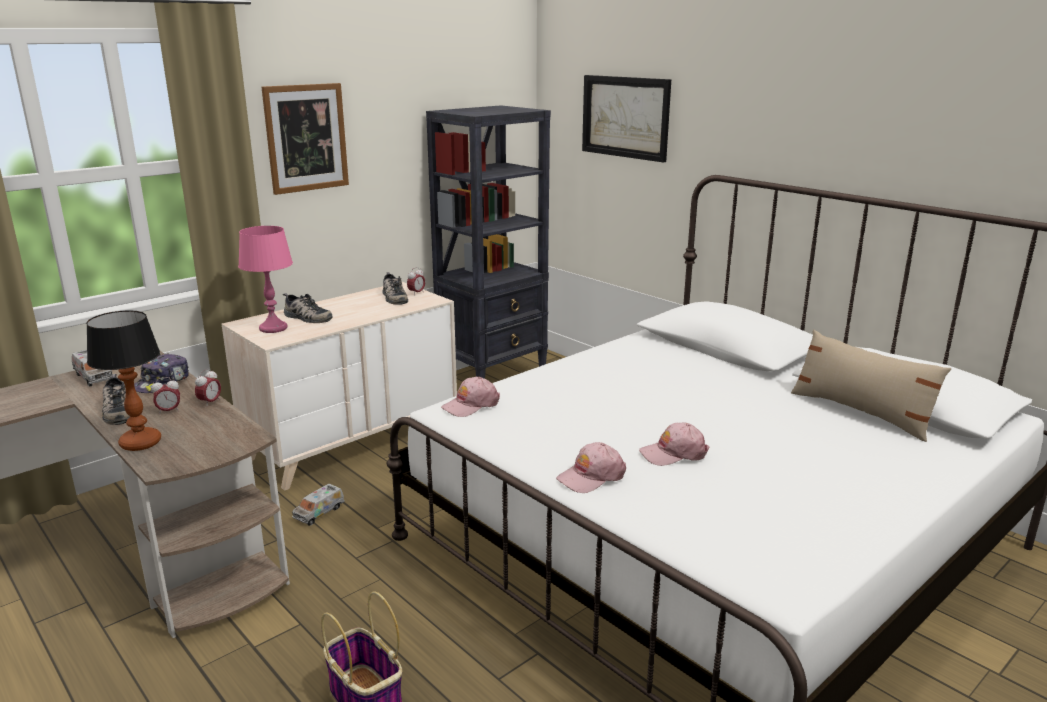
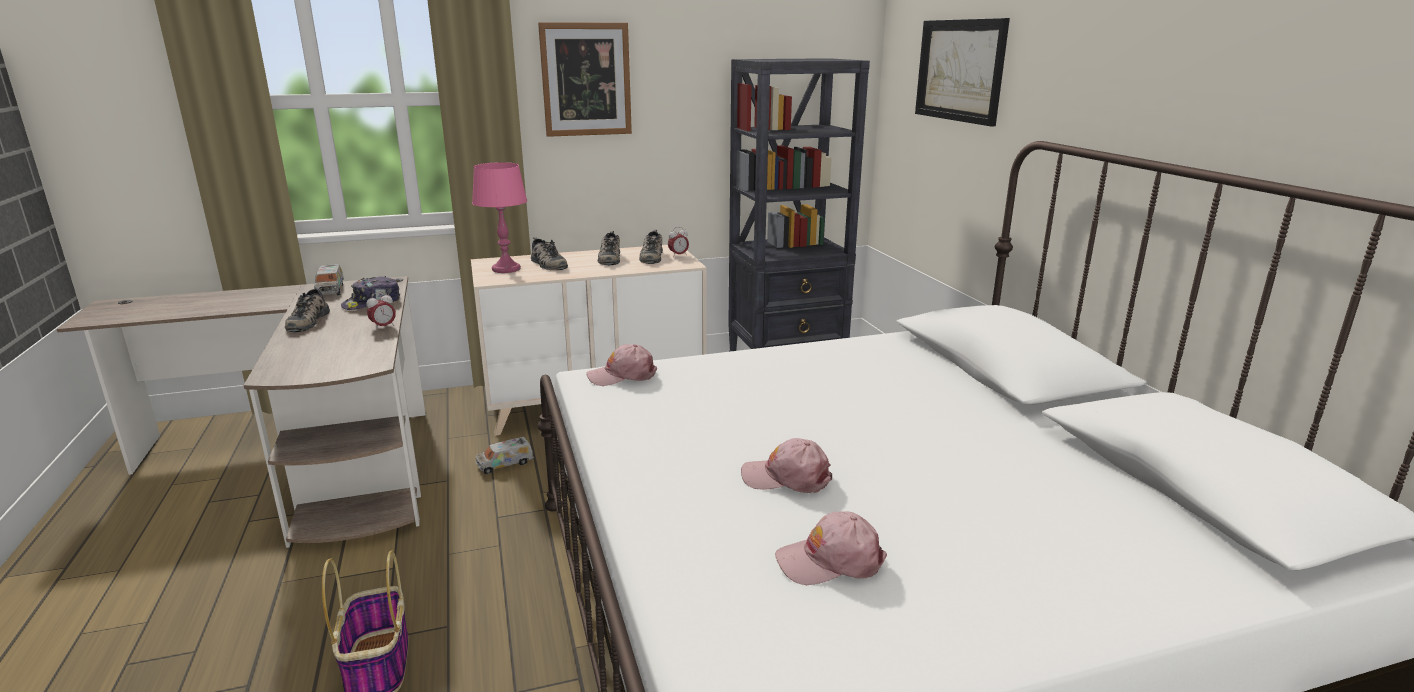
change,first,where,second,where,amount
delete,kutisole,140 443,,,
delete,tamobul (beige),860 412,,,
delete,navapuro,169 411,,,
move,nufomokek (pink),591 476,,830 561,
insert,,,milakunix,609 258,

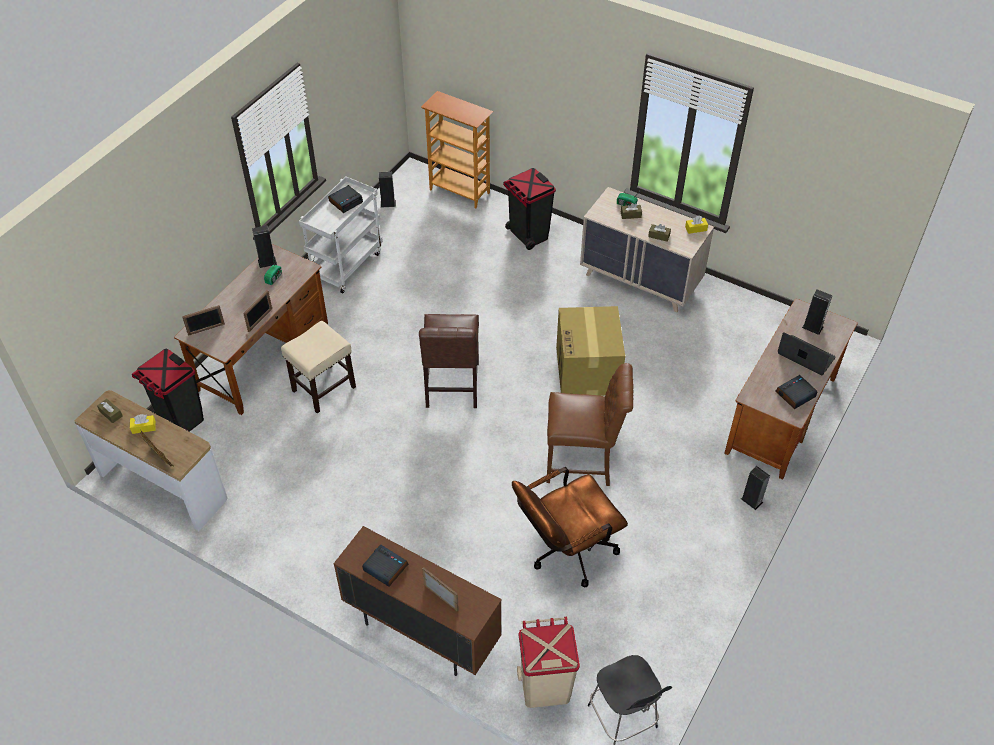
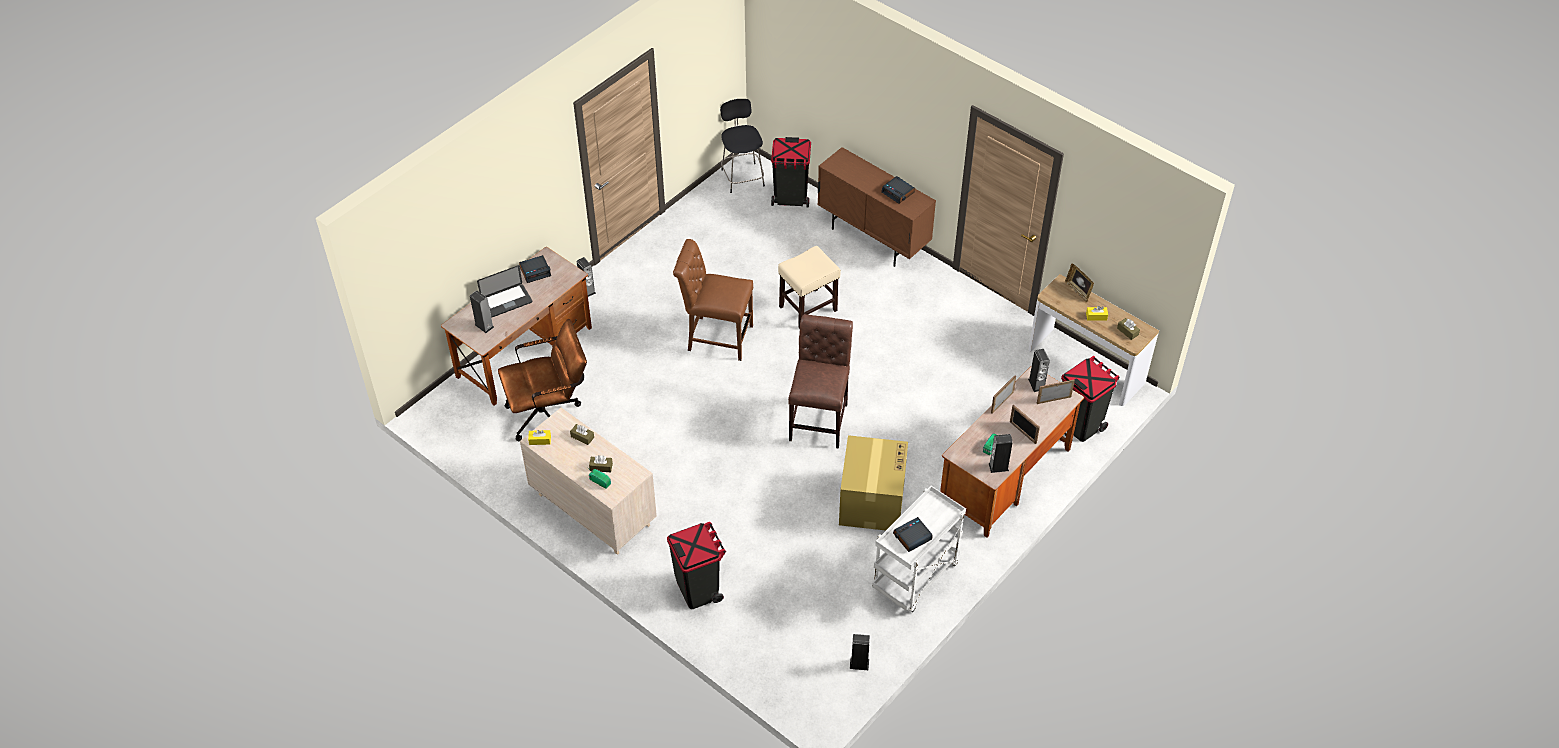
change,first,where,second,where,amount
delete,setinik,460 191,,,
move,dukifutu,588 371,,871 500,
move,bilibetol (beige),323 389,,808 308,
rotate,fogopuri,805 356,,506 301,75 degrees counterclockwise
move,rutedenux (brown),565 552,,550 414,
move,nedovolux,441 597,,1022 432,
recolor,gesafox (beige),545 687,gesafox (black),791 198,
insert,,,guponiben,1036 384,

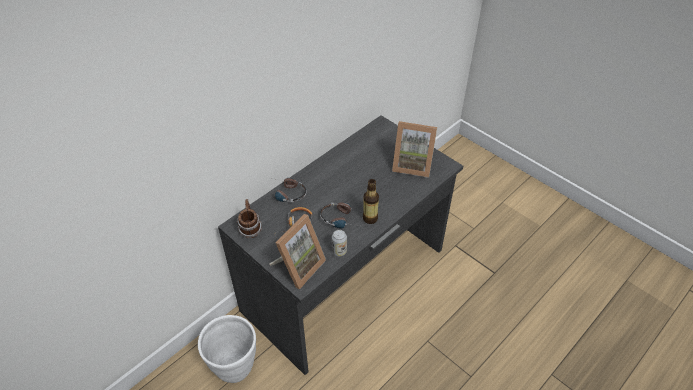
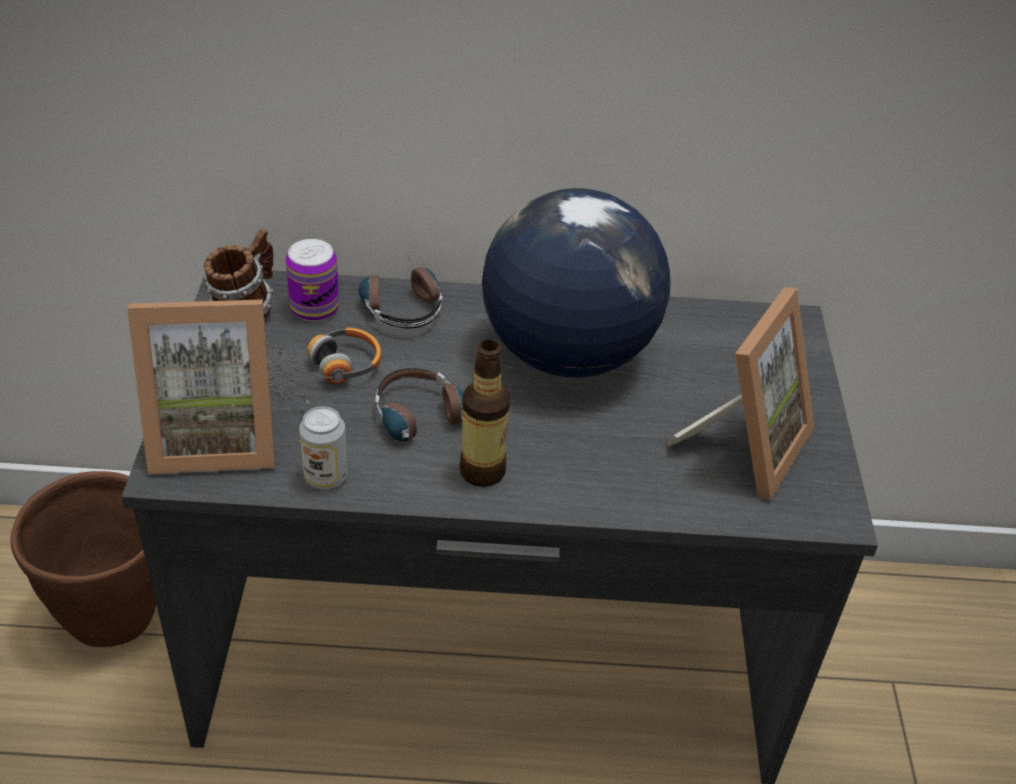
change,first,where,second,where,amount
rotate,nedovolux,412 164,,745 446,120 degrees counterclockwise
recolor,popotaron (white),235 367,popotaron (brown),115 617,
insert,,,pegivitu,566 354,
insert,,,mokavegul,314 308,

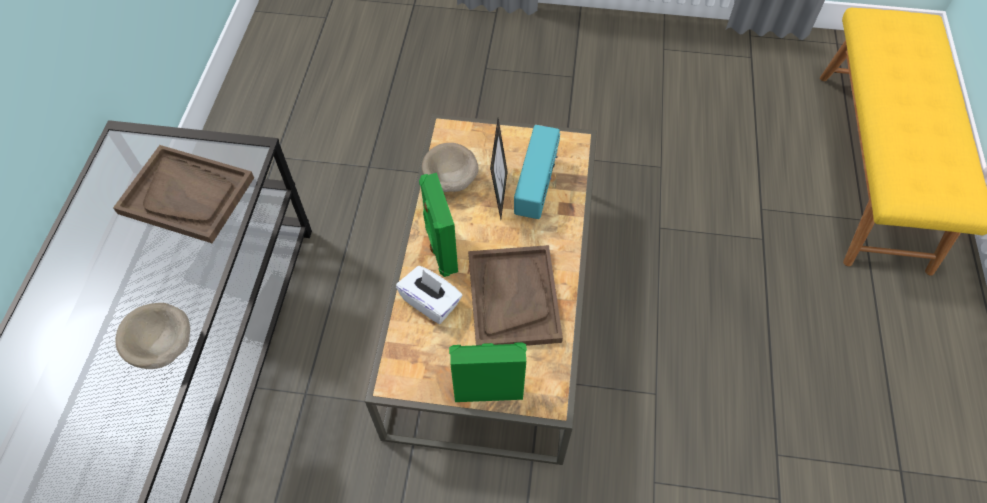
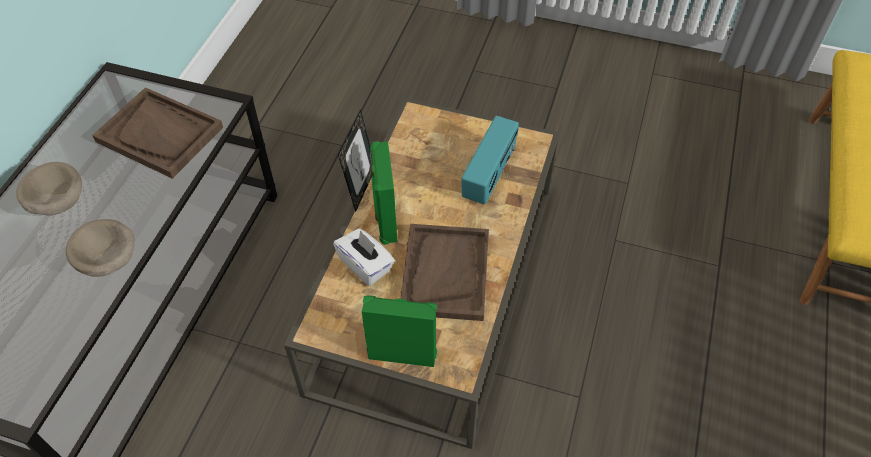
change,first,where,second,where,amount
move,nedovolux,499 195,,361 188,
move,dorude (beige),450 180,,57 203,

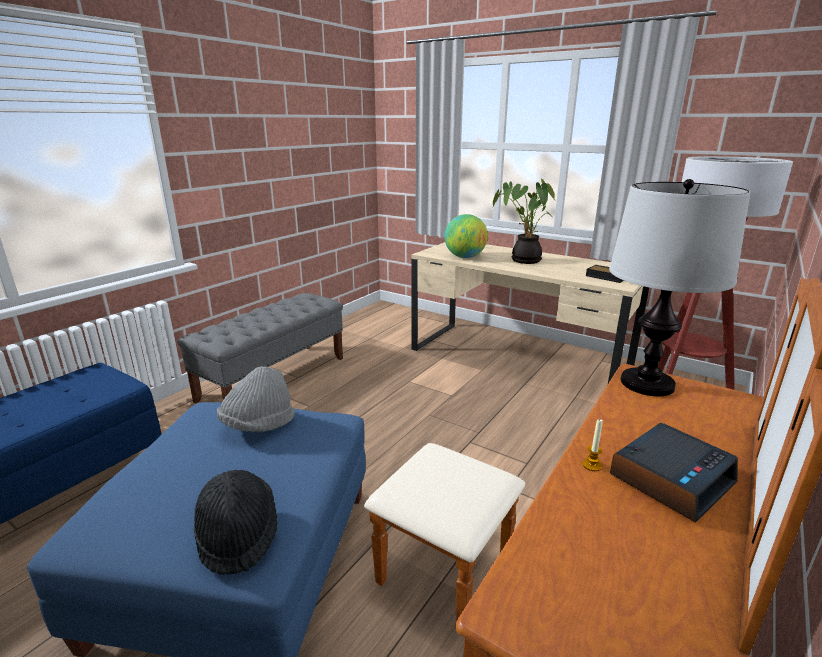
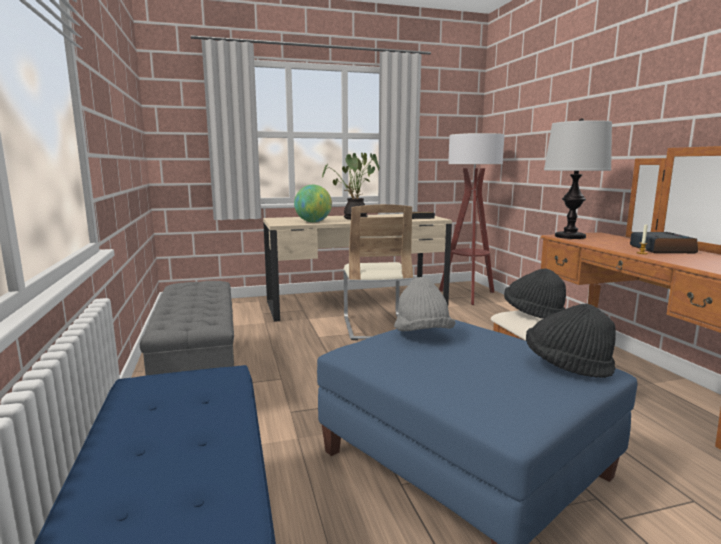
change,first,where,second,where,amount
insert,,,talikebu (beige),376 327,
insert,,,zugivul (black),533 313,

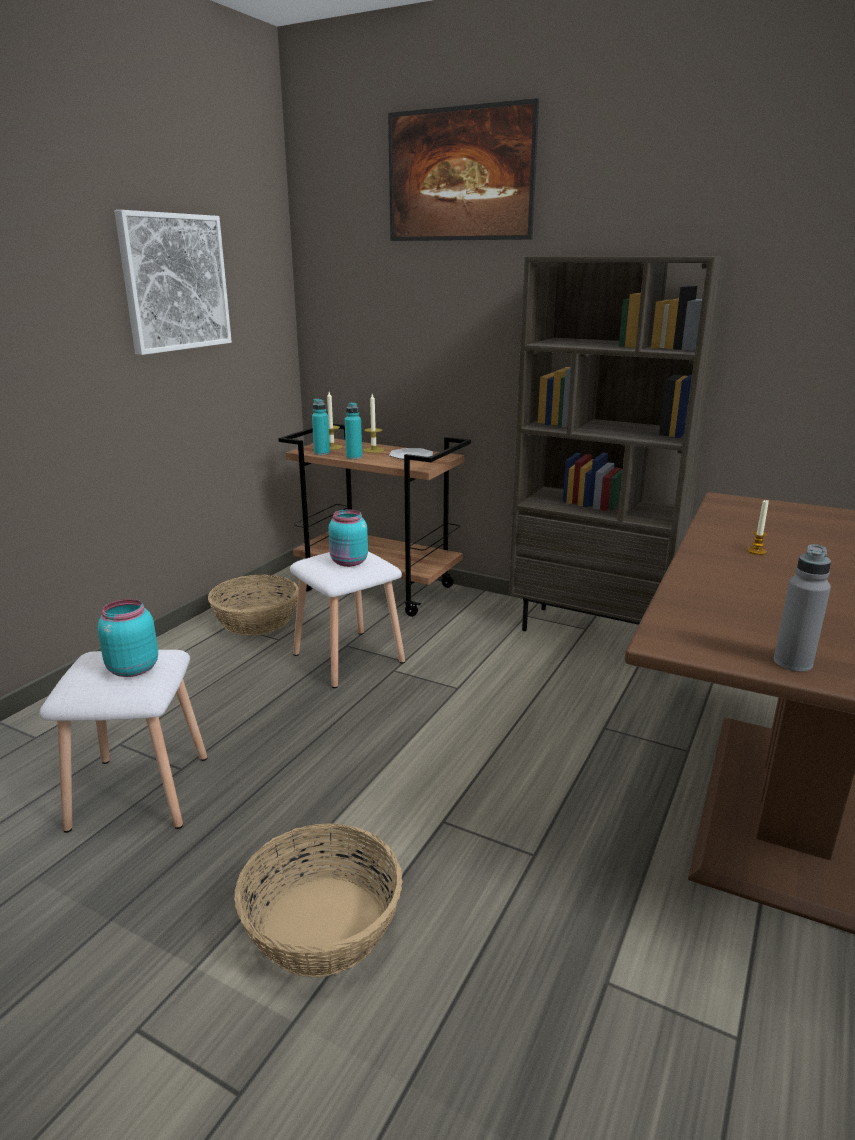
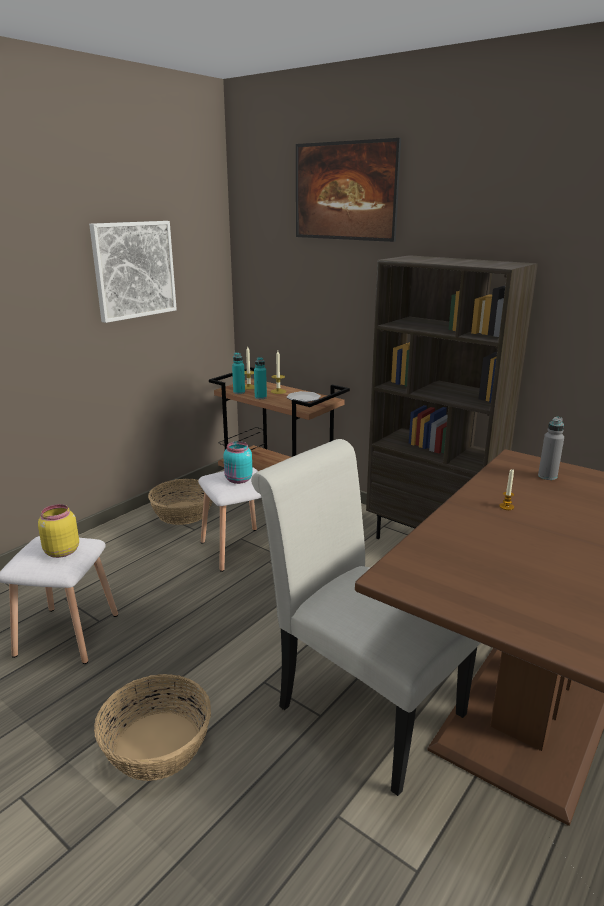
change,first,where,second,where,amount
move,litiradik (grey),792 662,,547 476,
recolor,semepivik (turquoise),131 669,semepivik (yellow),61 551,
insert,,,talikebu (white),360 706,

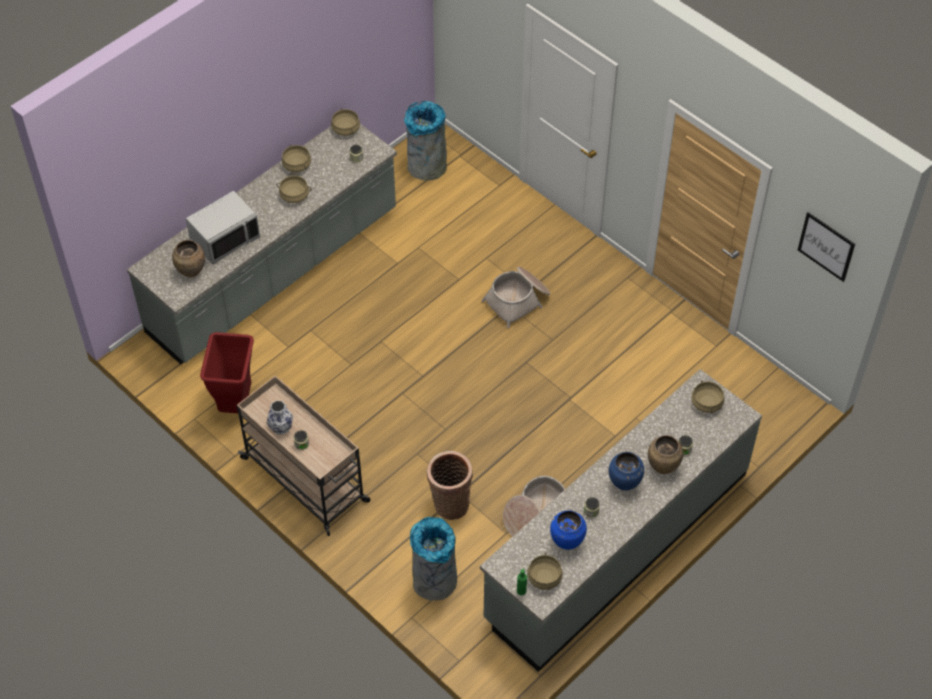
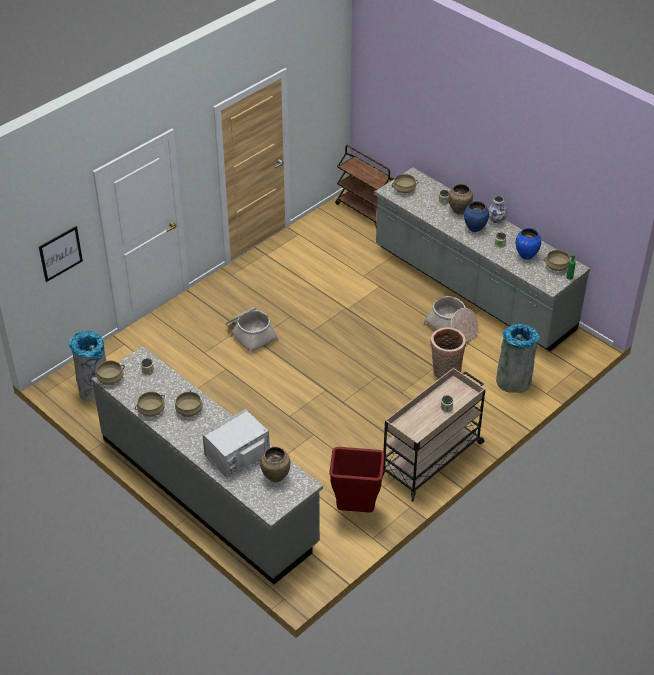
change,first,where,second,where,amount
rotate,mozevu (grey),225 239,,237 455,90 degrees counterclockwise
move,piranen,826 246,,60 253,
move,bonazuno,281 428,,496 221,
insert,,,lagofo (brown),366 211,

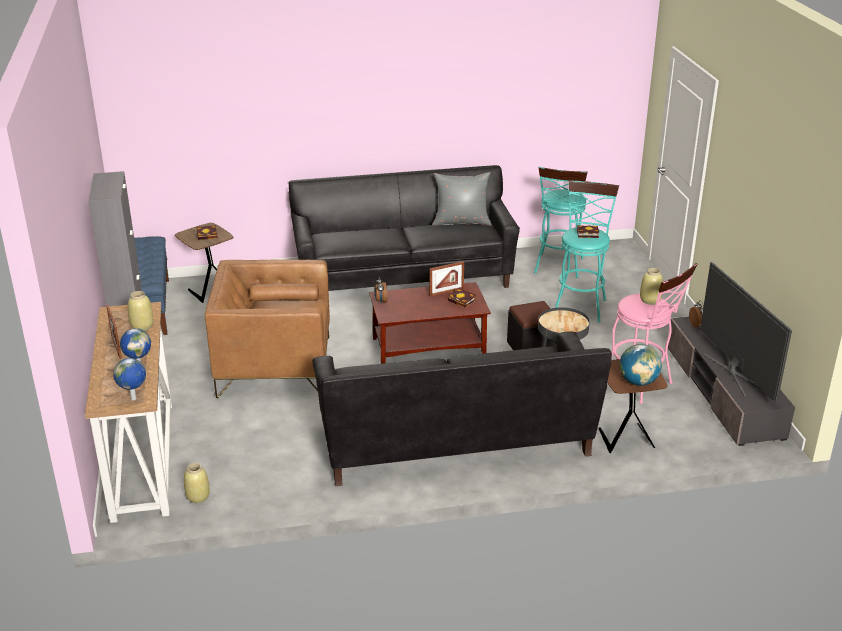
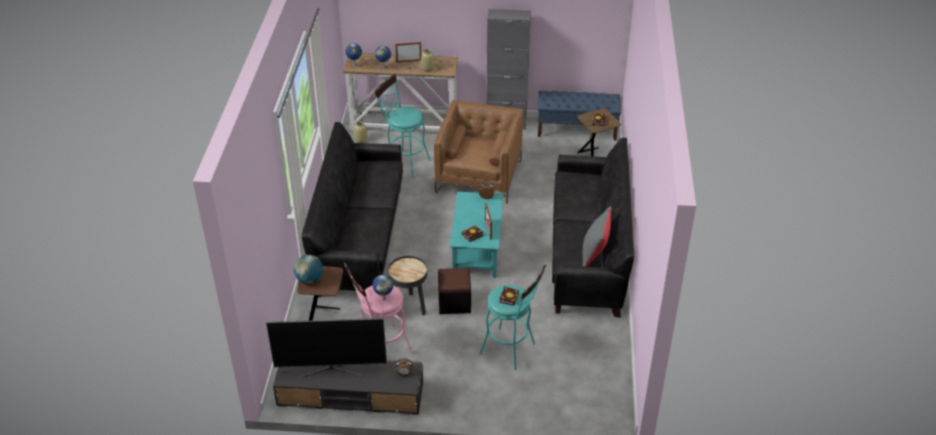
change,first,where,second,where,amount
move,bilibetol (turquoise),558 268,,404 162,
replace,bonazuno (beige),649 300,pegivitu,384 299,
recolor,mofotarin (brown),429 347,mofotarin (turquoise),477 250,

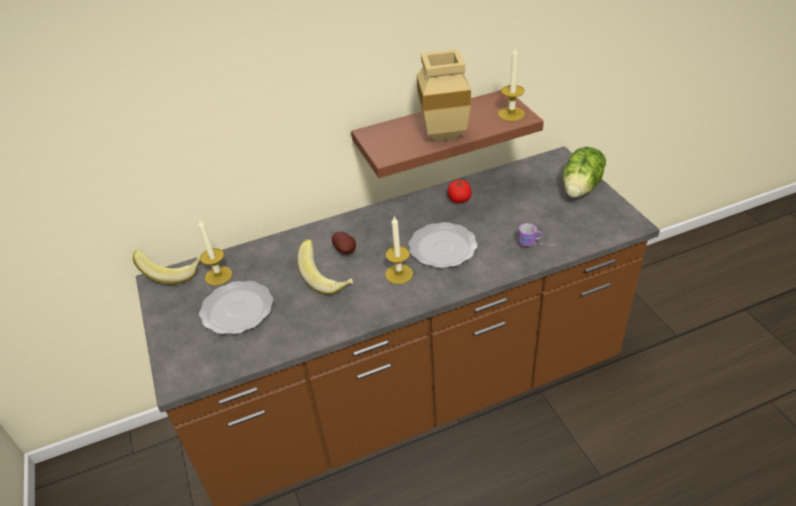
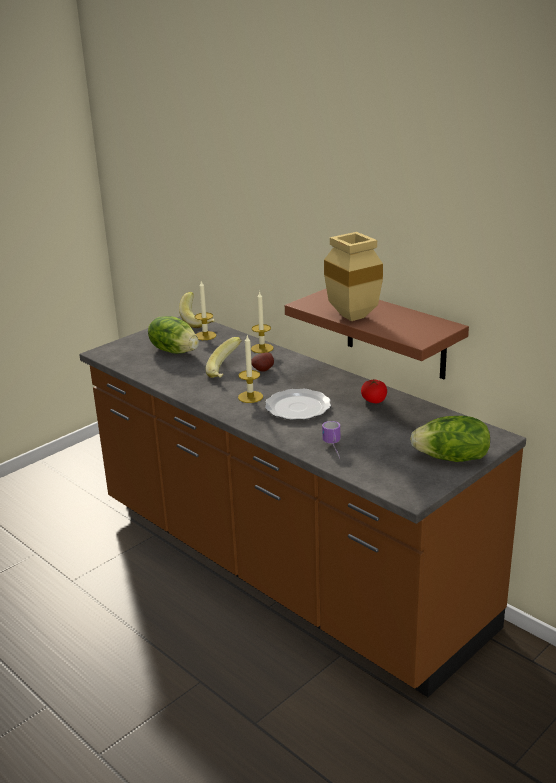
change,first,where,second,where,amount
move,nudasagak,511 114,,262 348,
replace,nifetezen,236 309,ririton,175 351,

